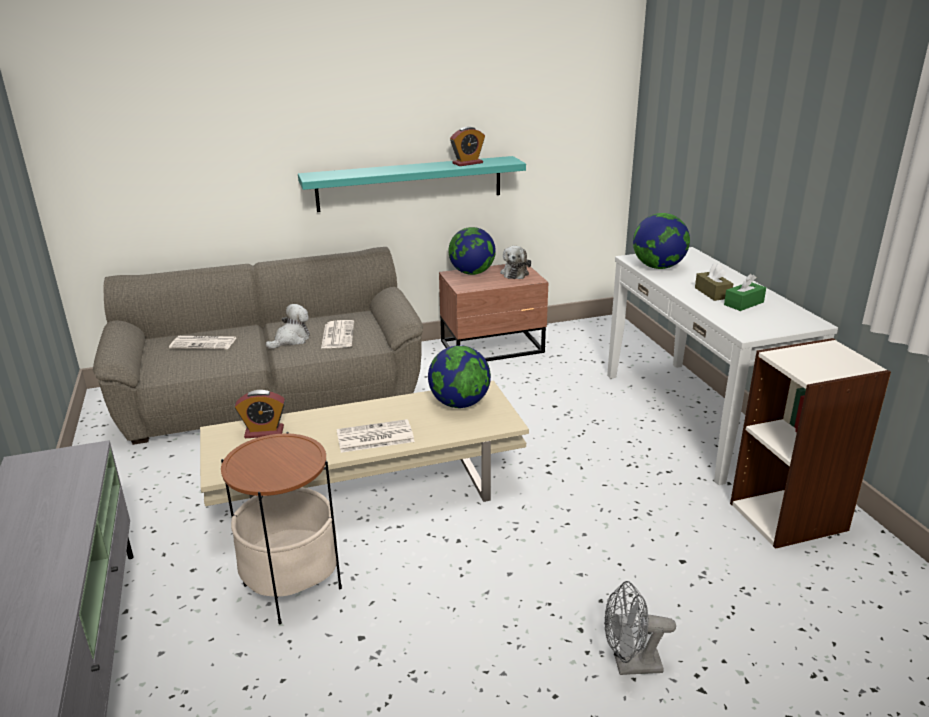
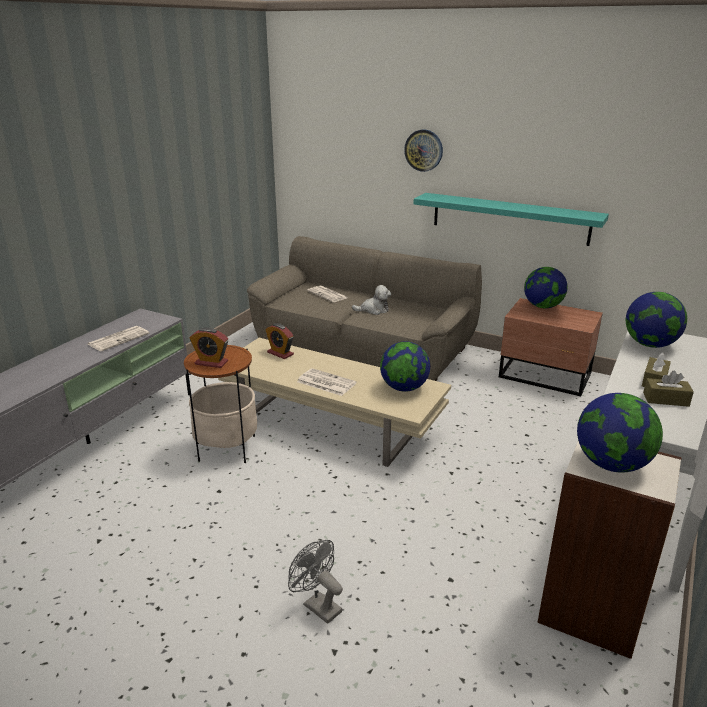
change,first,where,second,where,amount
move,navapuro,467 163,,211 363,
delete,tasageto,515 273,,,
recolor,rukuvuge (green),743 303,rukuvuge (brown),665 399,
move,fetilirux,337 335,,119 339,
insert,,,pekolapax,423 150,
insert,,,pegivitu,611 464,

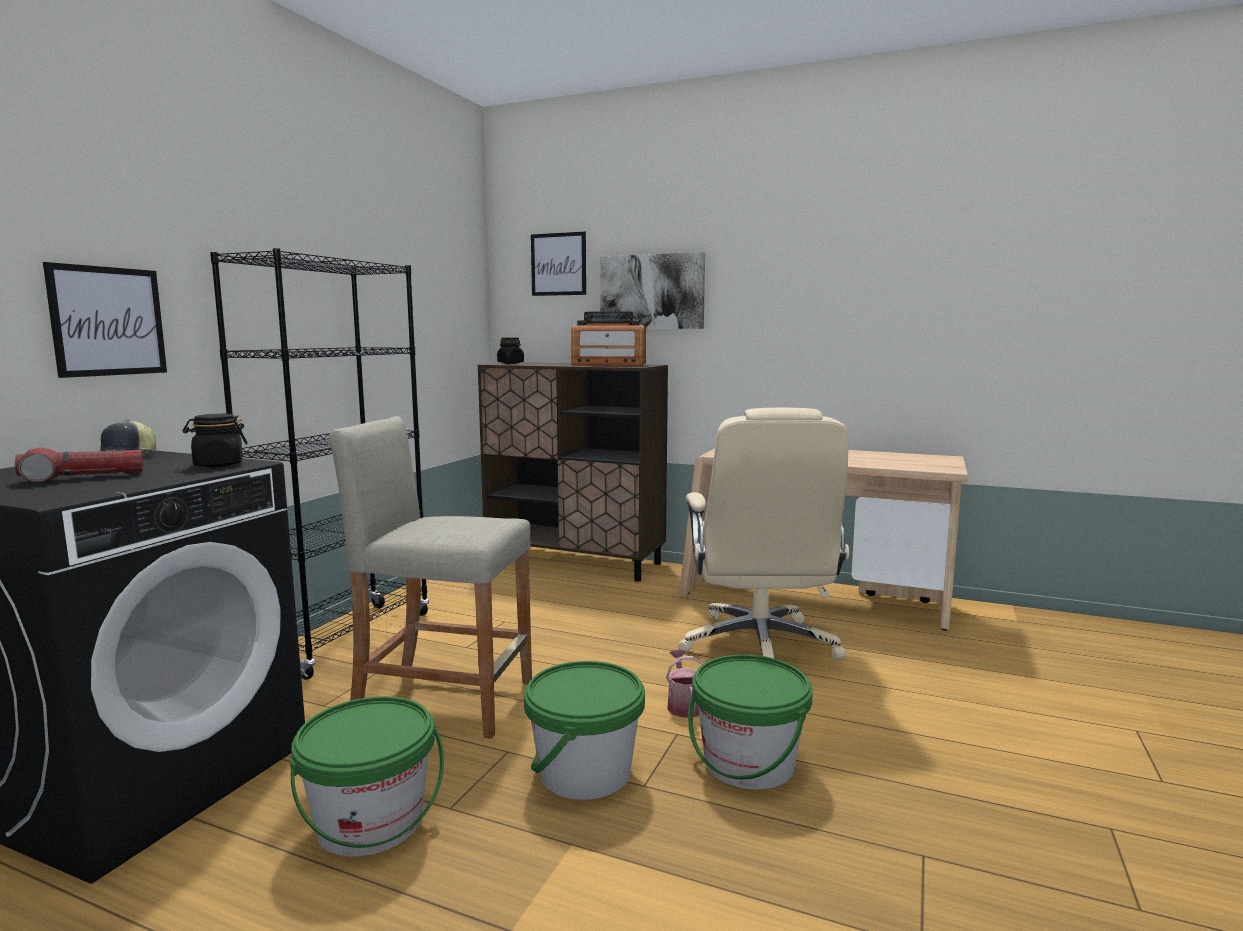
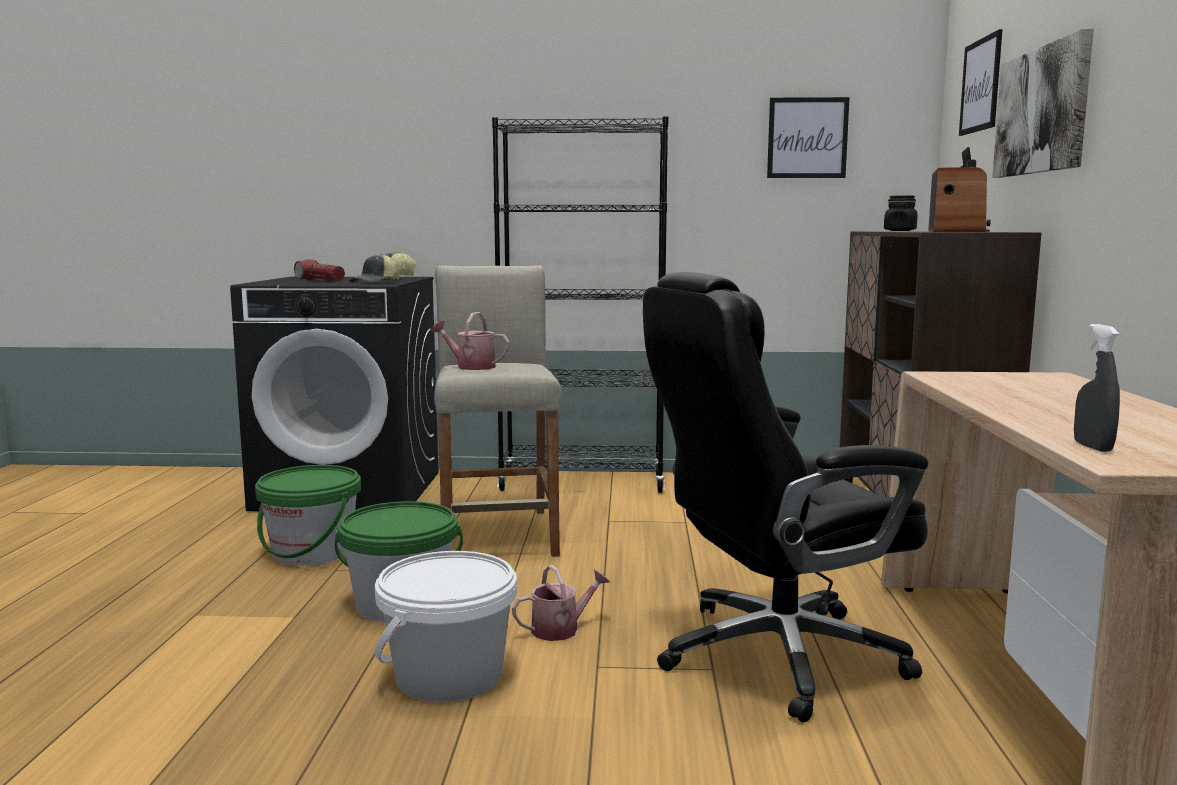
change,first,where,second,where,amount
move,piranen,108 321,,807 138,
rotate,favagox,608 365,,955 231,150 degrees counterclockwise
recolor,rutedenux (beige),760 646,rutedenux (black),774 656,
replace,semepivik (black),218 464,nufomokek,376 283,
recolor,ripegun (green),748 763,ripegun (white),449 676,
insert,,,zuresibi,471 366,
insert,,,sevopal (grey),1092 447,

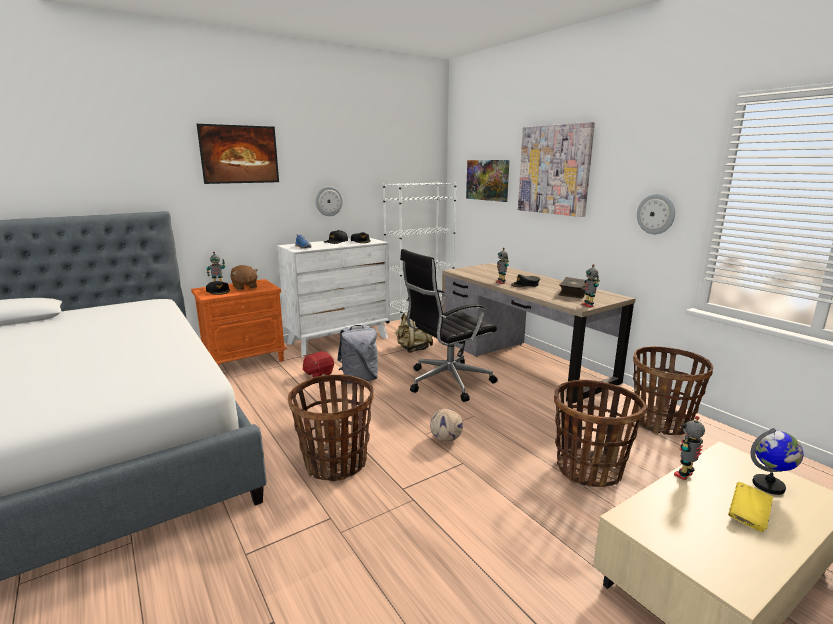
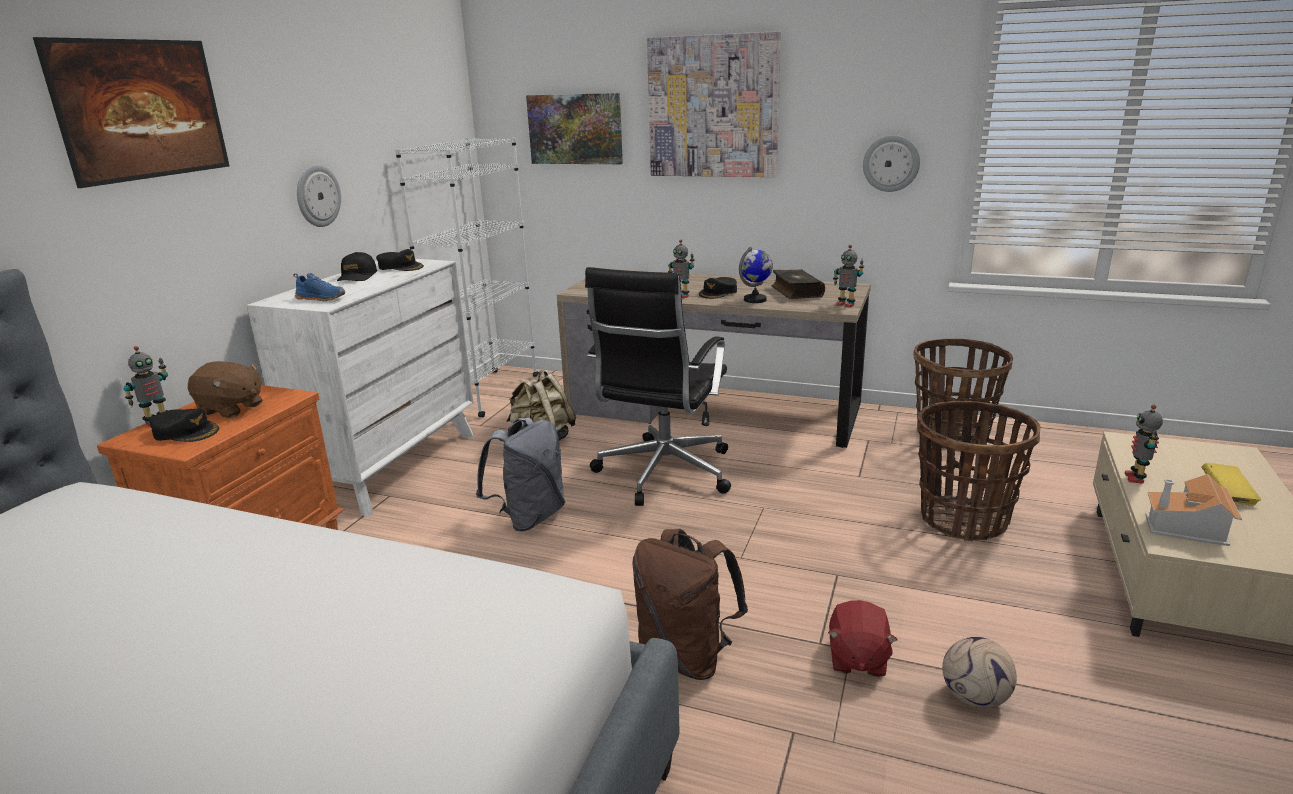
change,first,where,second,where,amount
move,tasageto (red),318 373,,857 659,
replace,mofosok,335 463,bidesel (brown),686 656,
move,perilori,446 439,,975 698,
move,pegivitu,769 486,,755 300,
insert,,,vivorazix,1188 528,

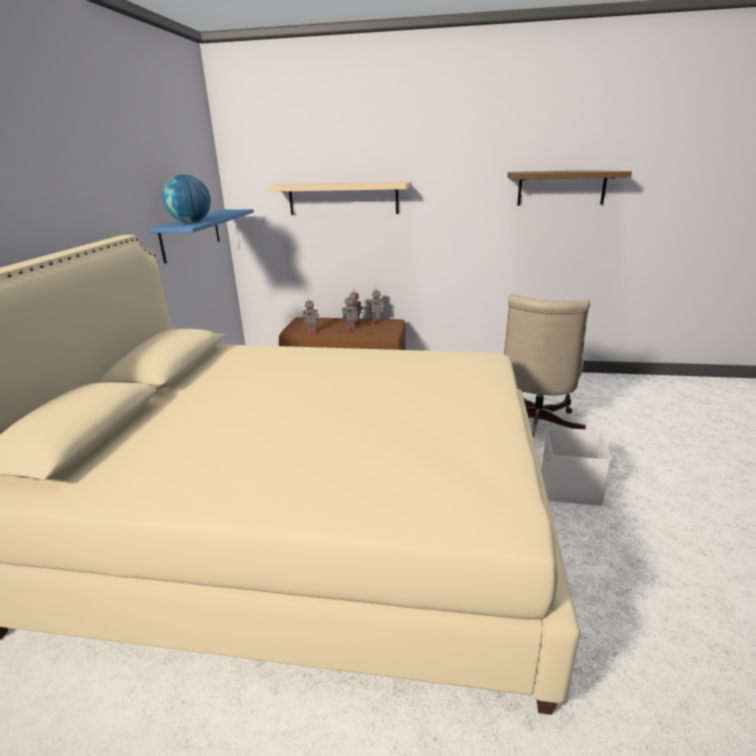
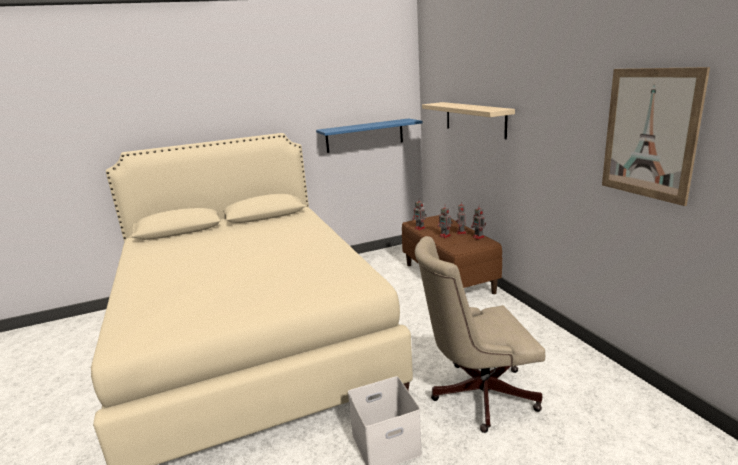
change,first,where,second,where,amount
replace,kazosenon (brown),561 187,piranen,649 134,
delete,pegivitu,191 222,,,

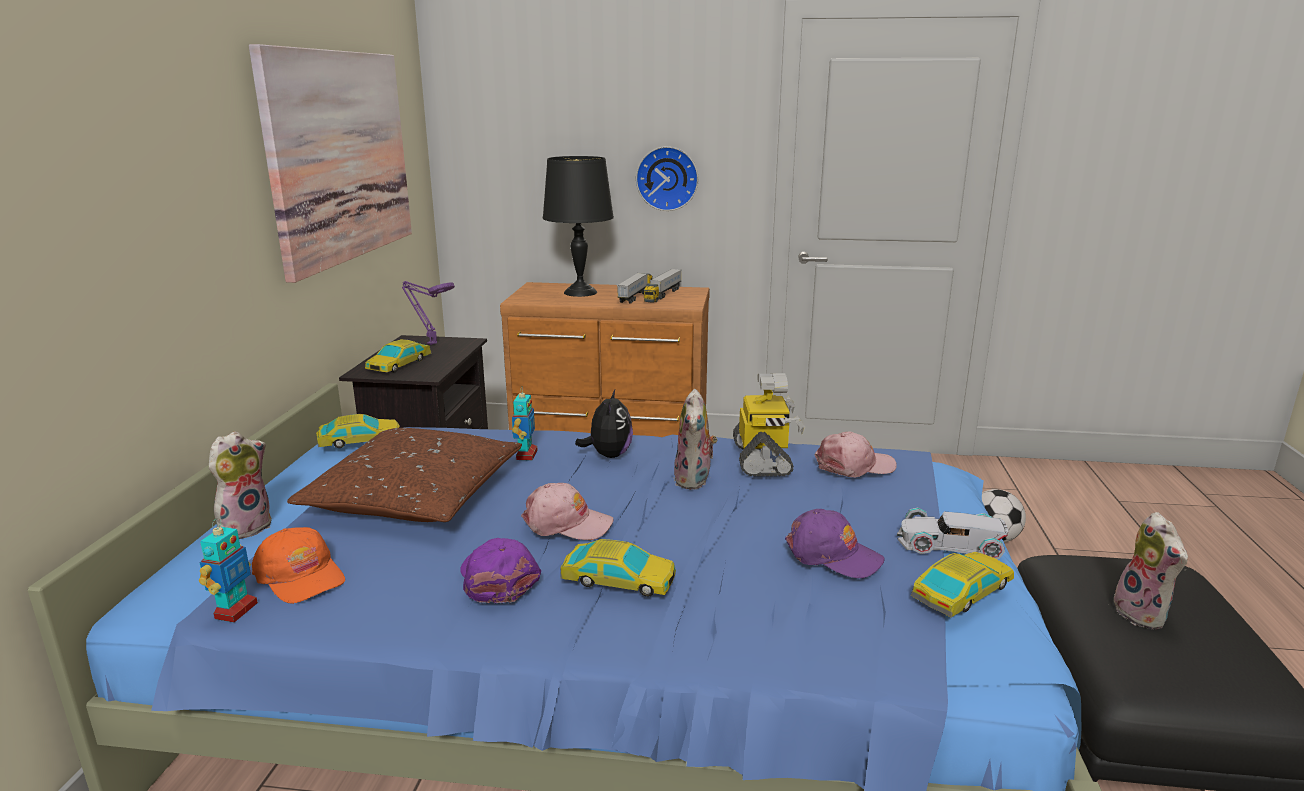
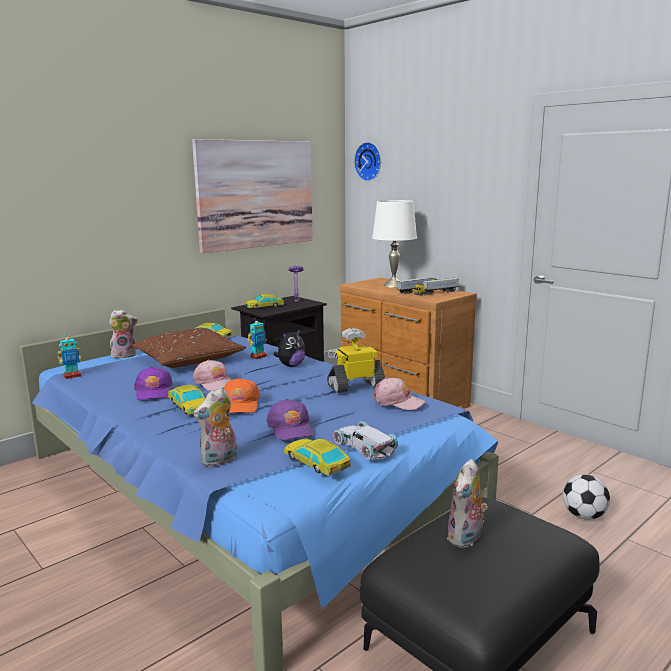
change,first,where,second,where,amount
move,pekolapax,667 178,,369 161,
recolor,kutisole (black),581 292,kutisole (white),394 285,
rotate,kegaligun,763 459,,355 386,150 degrees counterclockwise
move,tasageto,695 480,,219 461,
move,nufomokek (orange),301 576,,240 404,
rotate,nufomokek (purple),498 578,,153 391,150 degrees clockwise
rotate,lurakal,962 592,,316 462,135 degrees counterclockwise

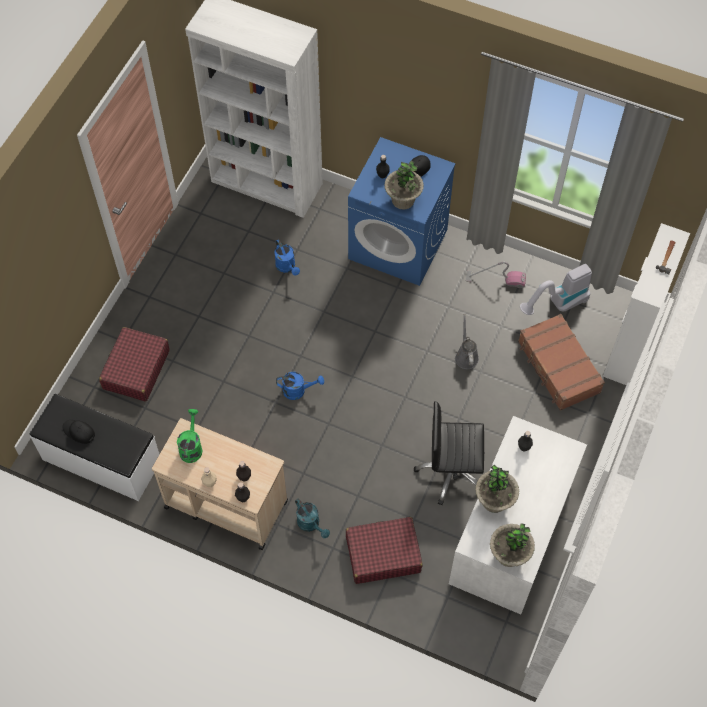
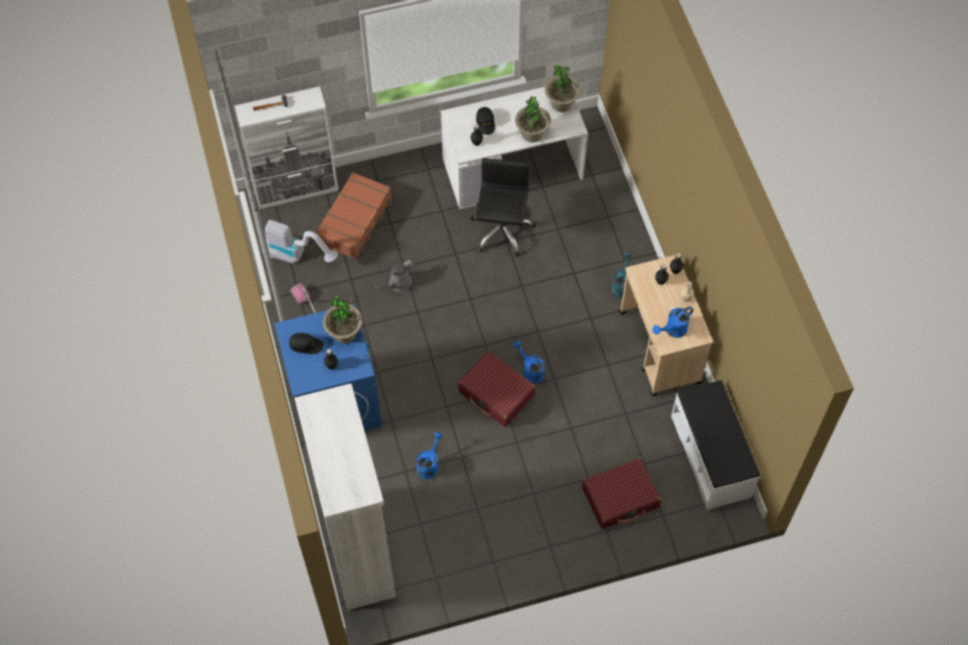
change,first,where,second,where,amount
rotate,rutedenux (black),451 472,,501 230,135 degrees counterclockwise
recolor,zuresibi (green),191 446,zuresibi (blue),673 330,
move,nufomokek (black),79 432,,485 123,
move,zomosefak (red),382 554,,496 394,

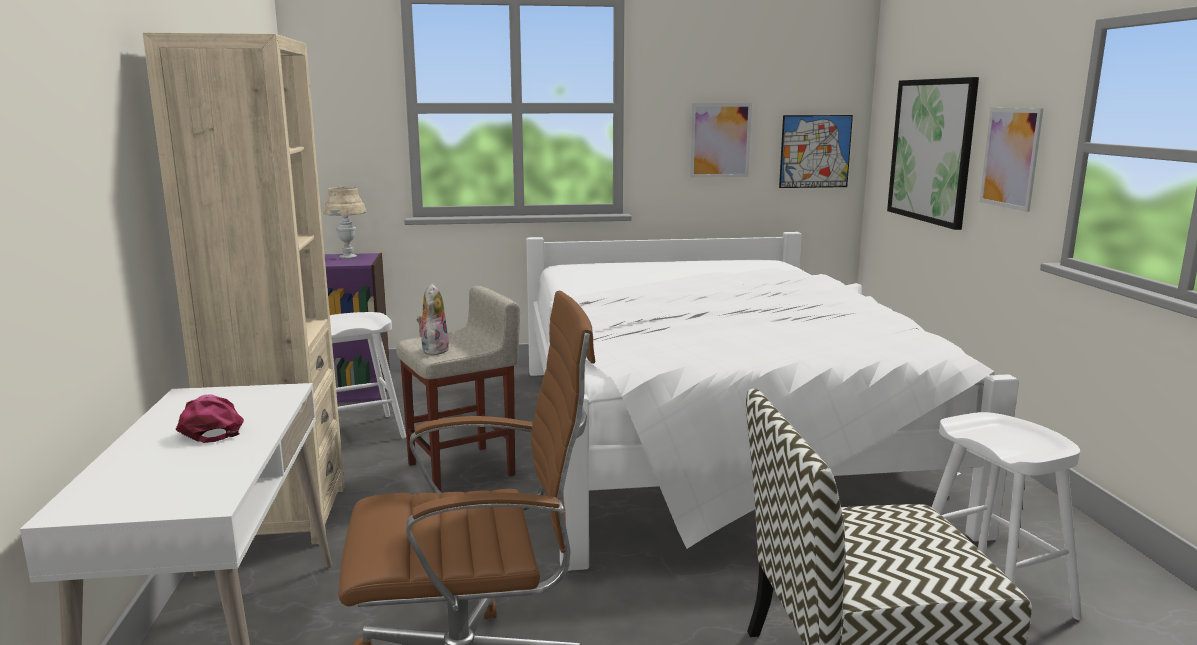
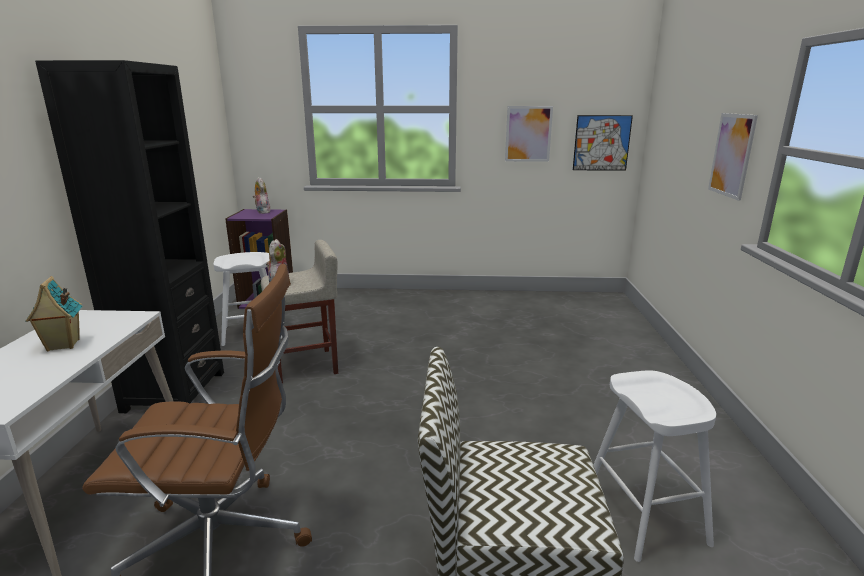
change,first,where,second,where,amount
recolor,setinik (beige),282 516,setinik (black),174 391,
delete,piranen,931 150,,,
replace,kutisole (beige),348 257,tasageto,262 212,
delete,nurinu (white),711 438,,,
replace,nufomokek (pink),212 429,vivorazix,62 345,

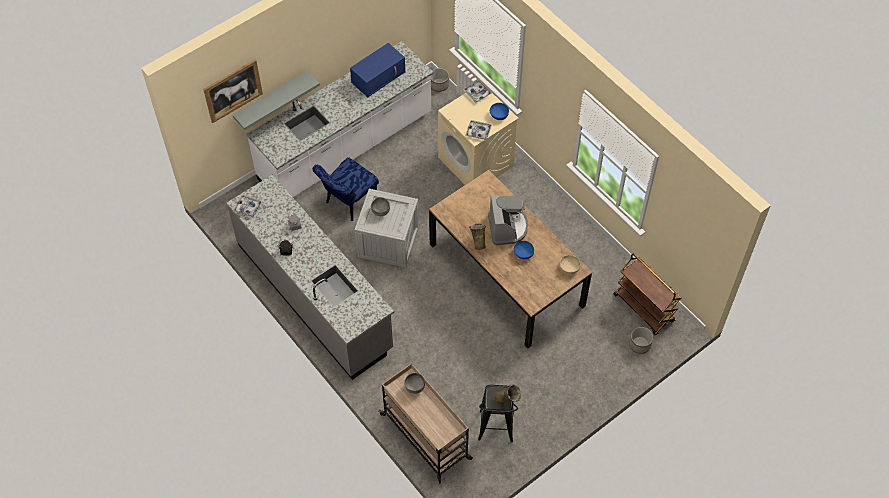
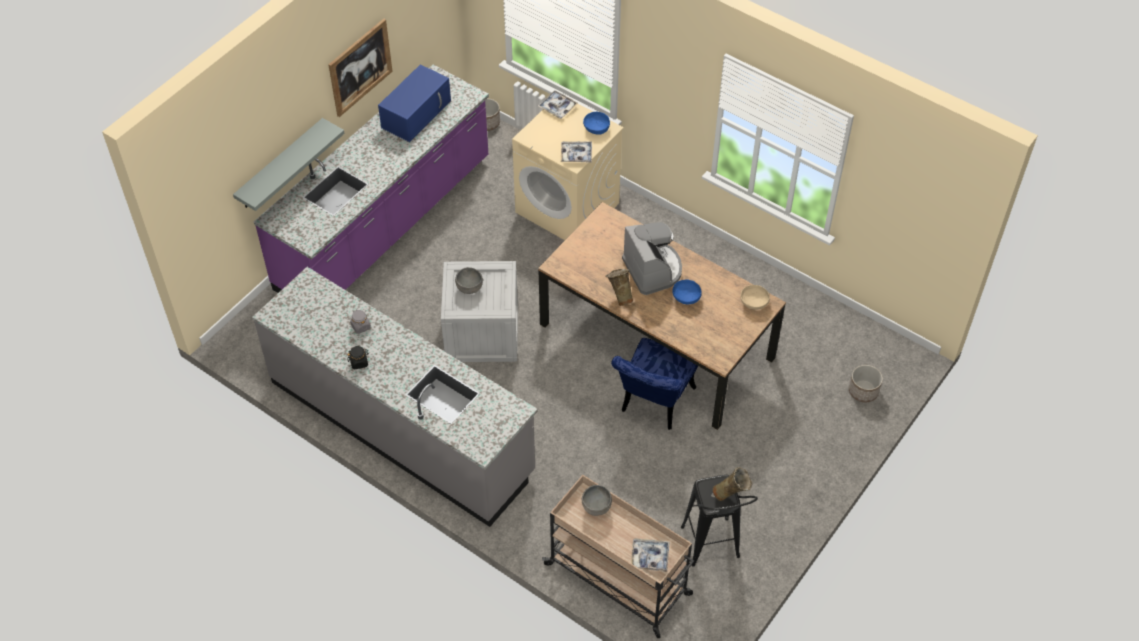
change,first,where,second,where,amount
recolor,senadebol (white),346 147,senadebol (purple),385 224,
move,piranen,233 90,,360 67,
move,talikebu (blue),348 202,,653 404,
move,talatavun,248 208,,650 557,
delete,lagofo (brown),644 308,,,

